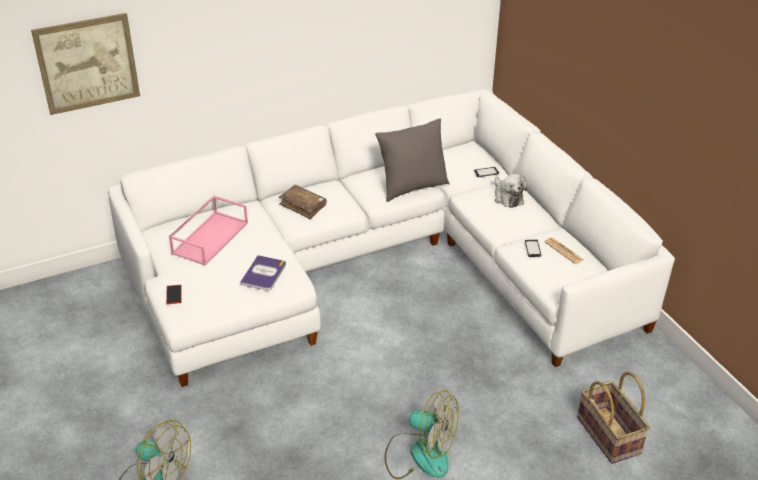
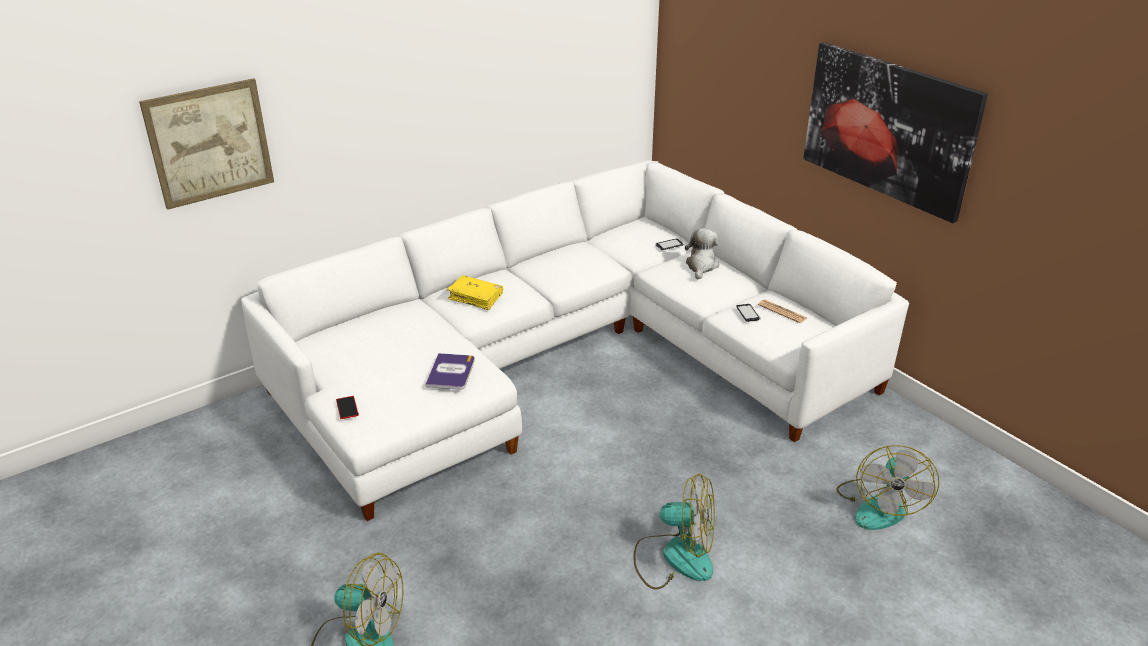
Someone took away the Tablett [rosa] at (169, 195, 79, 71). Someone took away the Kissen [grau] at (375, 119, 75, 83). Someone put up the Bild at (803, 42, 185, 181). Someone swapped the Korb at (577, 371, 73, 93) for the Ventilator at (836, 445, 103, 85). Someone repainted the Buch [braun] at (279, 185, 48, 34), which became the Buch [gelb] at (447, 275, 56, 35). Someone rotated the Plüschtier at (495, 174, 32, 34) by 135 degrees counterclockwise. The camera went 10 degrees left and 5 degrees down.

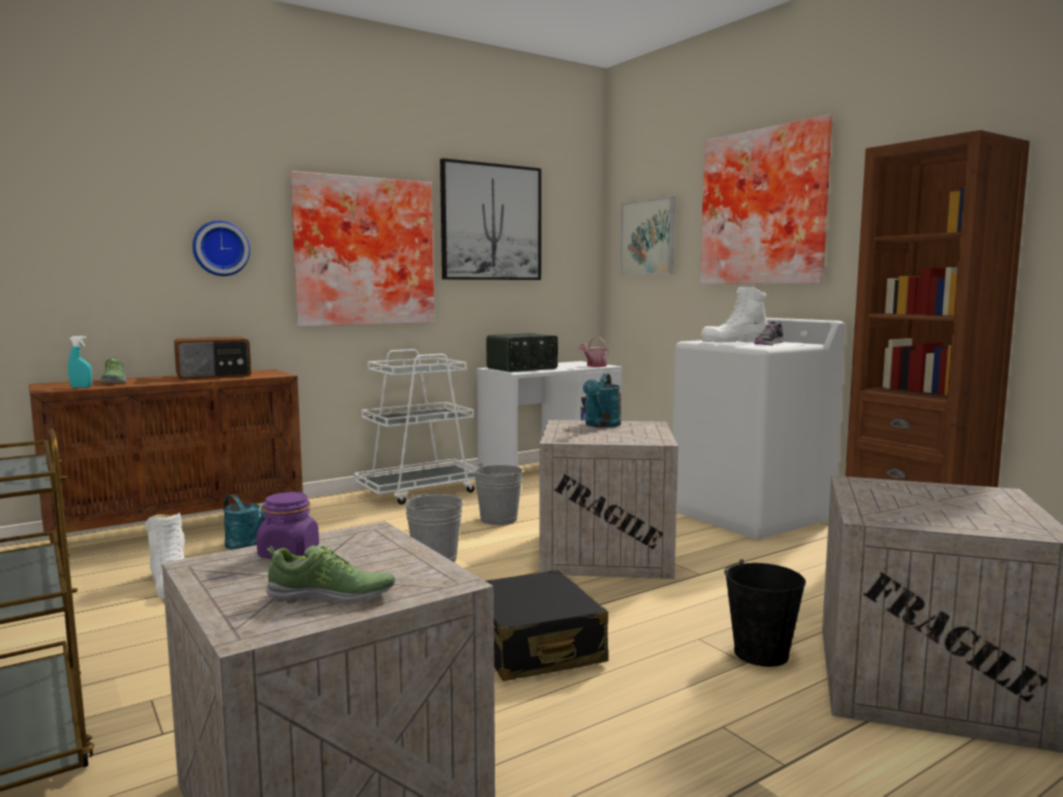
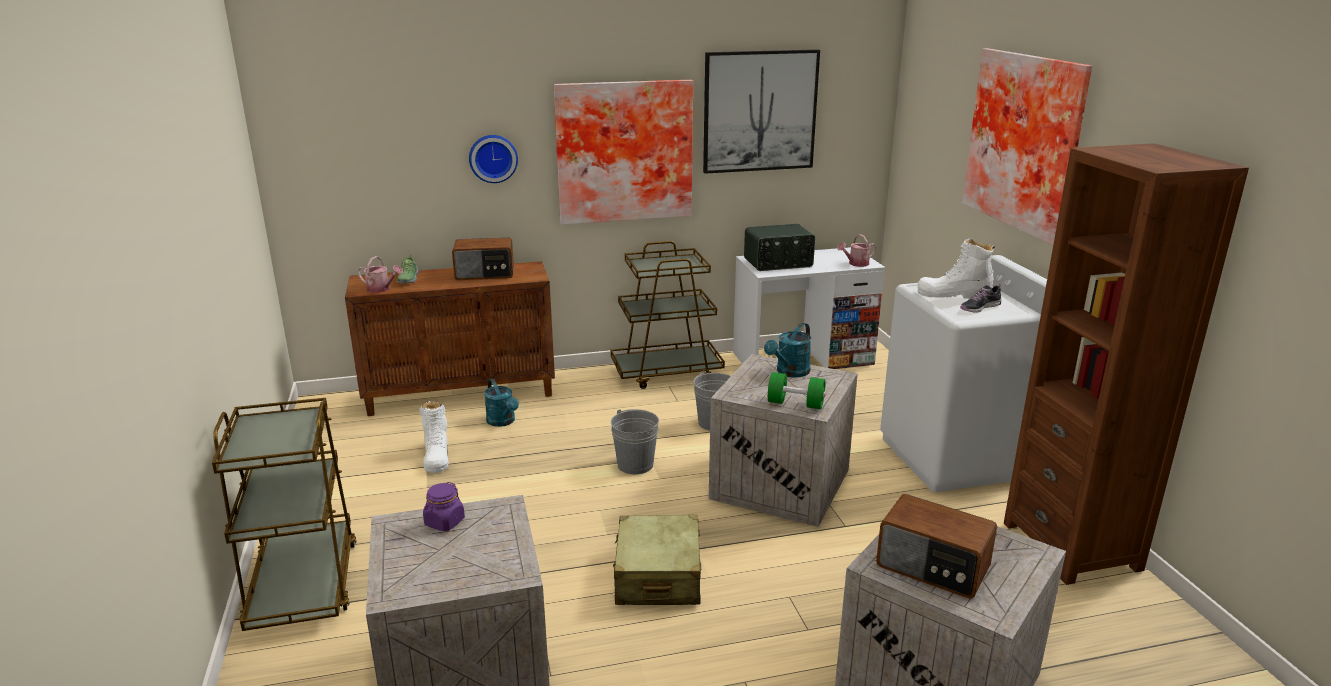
Someone took away the Schuh at (266, 545, 129, 60). Someone took away the Bild at (620, 196, 55, 79). Someone took away the Eimer [schwarz] at (725, 559, 81, 108). Someone put down the Hantel [grün] at (768, 372, 58, 37). Someone put down the Radio at (876, 494, 121, 105). Someone swapped the Sprühflasche [türkis] at (68, 336, 24, 52) for the Gießkanne at (357, 256, 46, 37). Someone repainted the Rollwagen [weiß] at (354, 349, 122, 156), which became the Rollwagen [braun] at (611, 241, 114, 148). Someone repainted the Koffer [schwarz] at (486, 570, 123, 111), which became the Koffer [beige] at (613, 515, 88, 90). The camera went 20 degrees right and 15 degrees up.

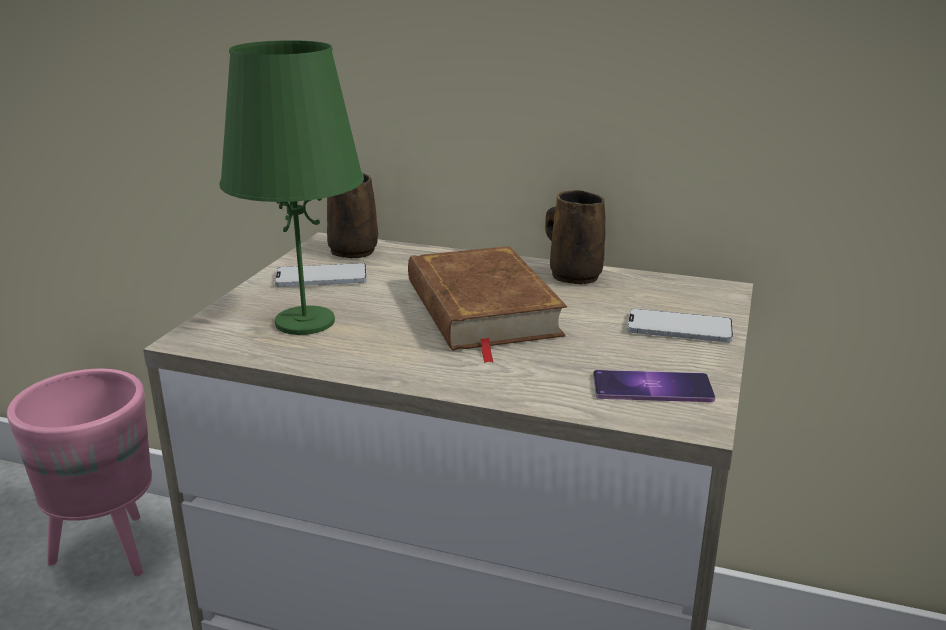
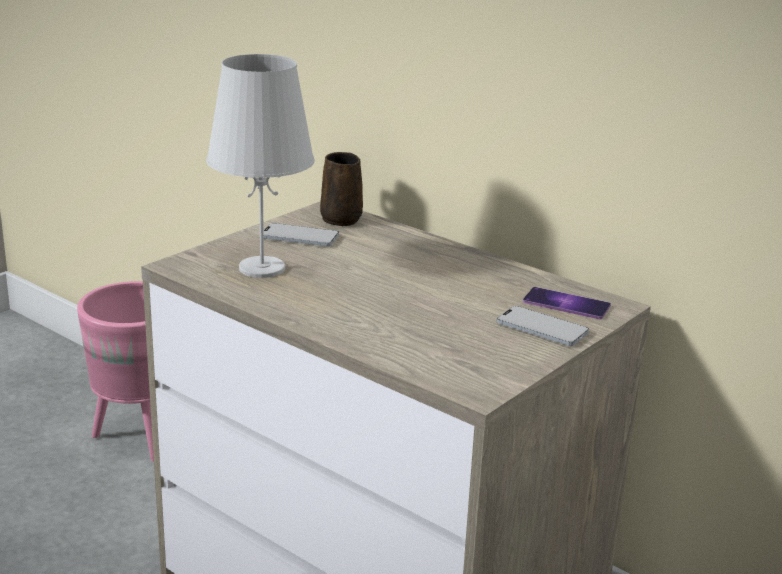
Someone took away the Buch [braun] at (408, 246, 159, 117). Someone took away the Henkelbecher [braun] at (545, 190, 61, 94). Someone carried the Handy from (593, 370, 122, 32) to (523, 287, 88, 32). Someone repainted the Tischlampe [grün] at (219, 40, 145, 295), which became the Tischlampe [weiß] at (206, 54, 109, 224). The camera went 20 degrees right and 0 degrees up.

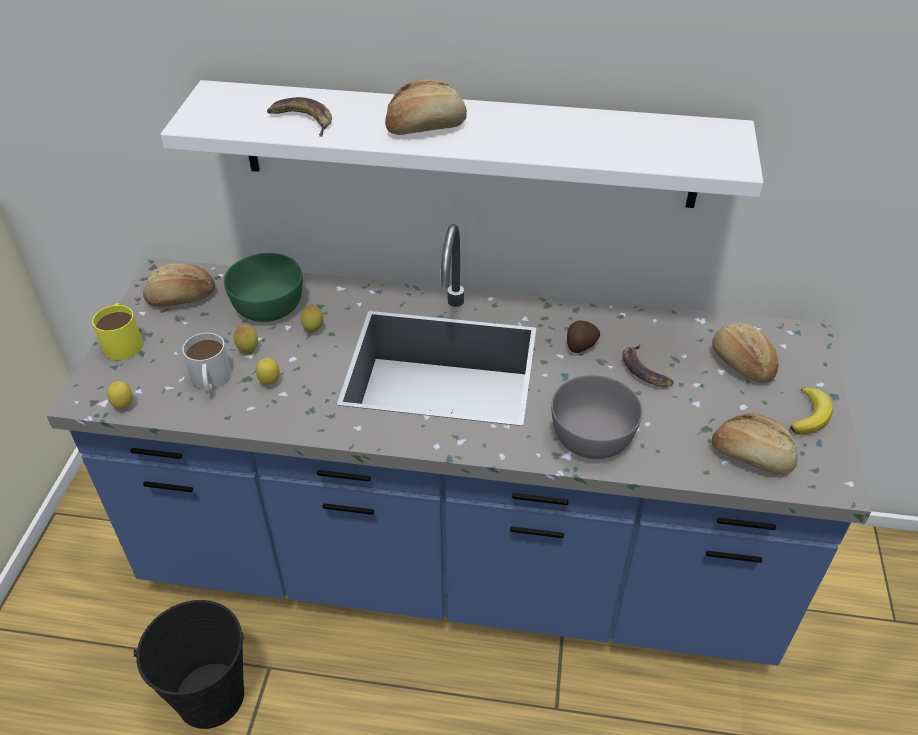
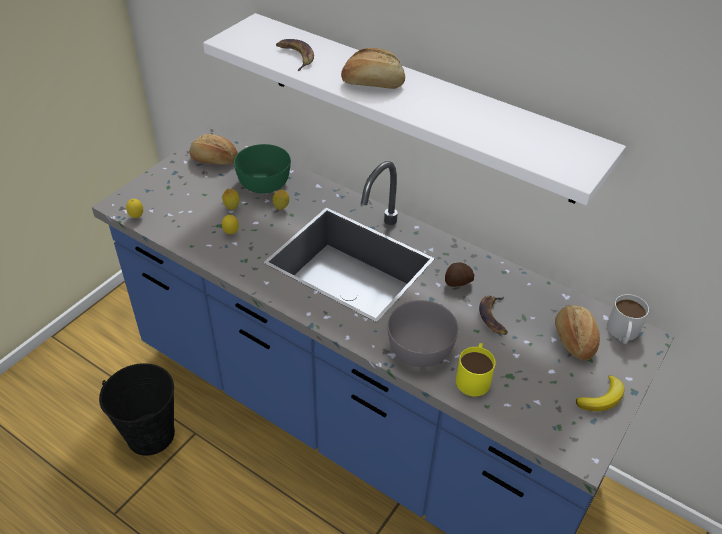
Someone took away the Brot at (712, 413, 86, 62). Someone carried the Henkelbecher [gelb] from (92, 303, 51, 57) to (456, 343, 39, 54). Someone carried the Henkelbecher [weiß] from (182, 333, 49, 60) to (607, 294, 42, 50). The camera went 25 degrees right and 0 degrees up.

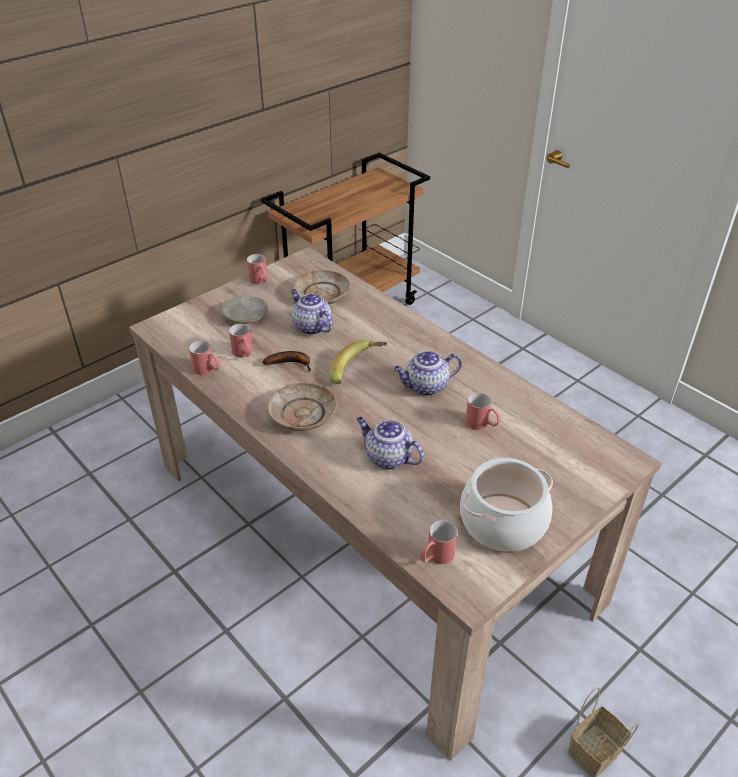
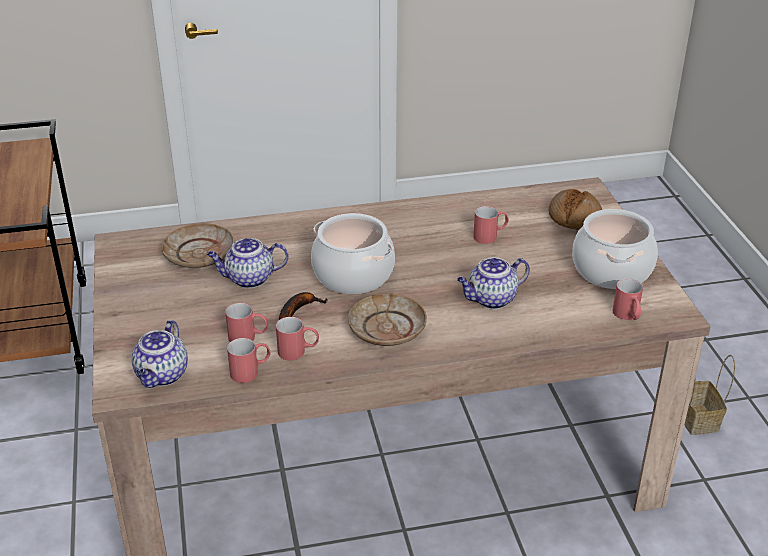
Someone took away the Teller [beige] at (222, 296, 46, 28). Someone put down the Brot at (548, 189, 54, 41). Someone carried the Henkelbecher [rot] from (247, 254, 21, 30) to (276, 317, 43, 43). Someone carried the Teekanne from (394, 350, 68, 46) to (132, 320, 56, 68). Someone swapped the Banane at (330, 339, 57, 45) for the Kochtopf at (311, 213, 84, 81). The camera went 60 degrees left and 5 degrees down.

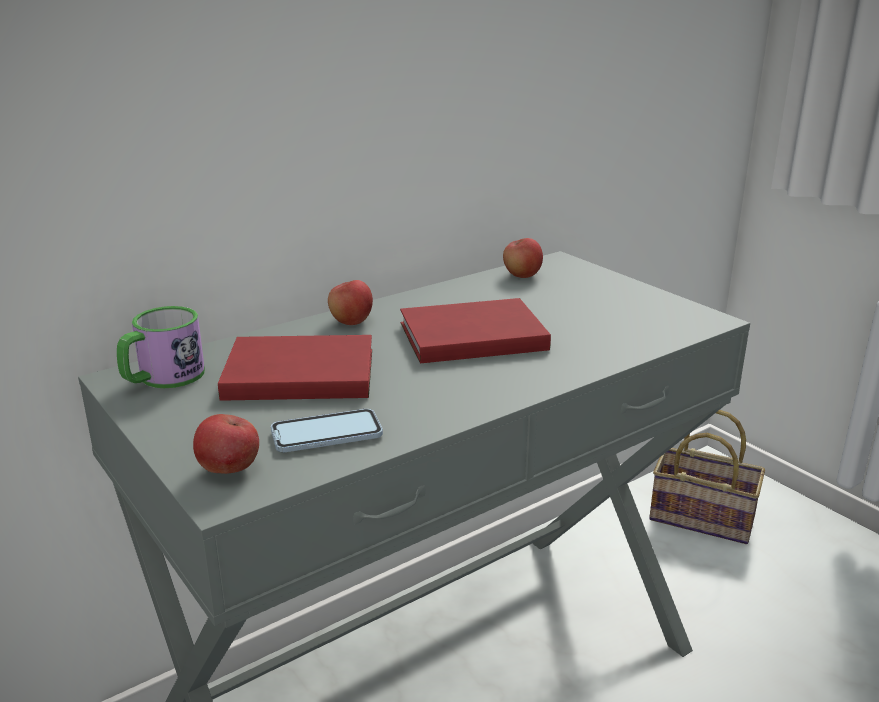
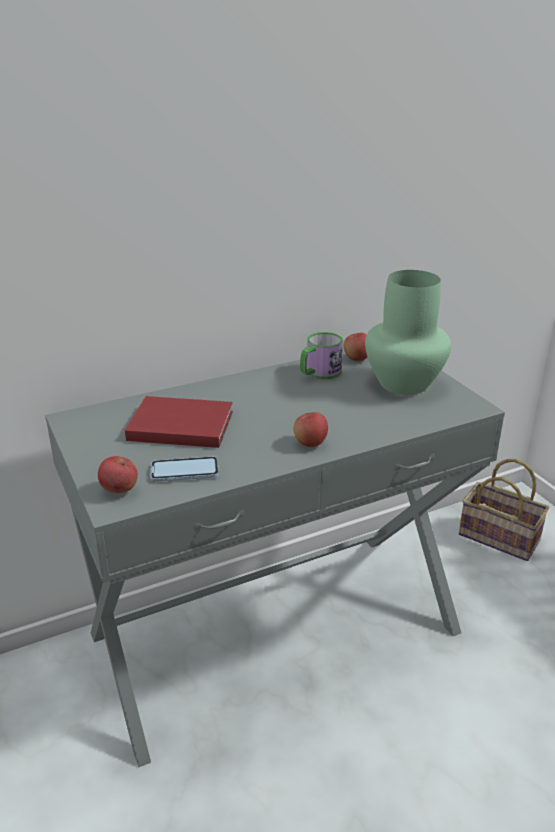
Someone took away the Buch [rot] at (400, 298, 151, 65). Someone put down the Vase [grün] at (365, 270, 86, 125). Someone carried the Henkelbecher from (117, 306, 88, 82) to (300, 332, 43, 47). Someone carried the Apfel from (328, 280, 45, 45) to (294, 412, 34, 35). The camera went 10 degrees right and 5 degrees up.

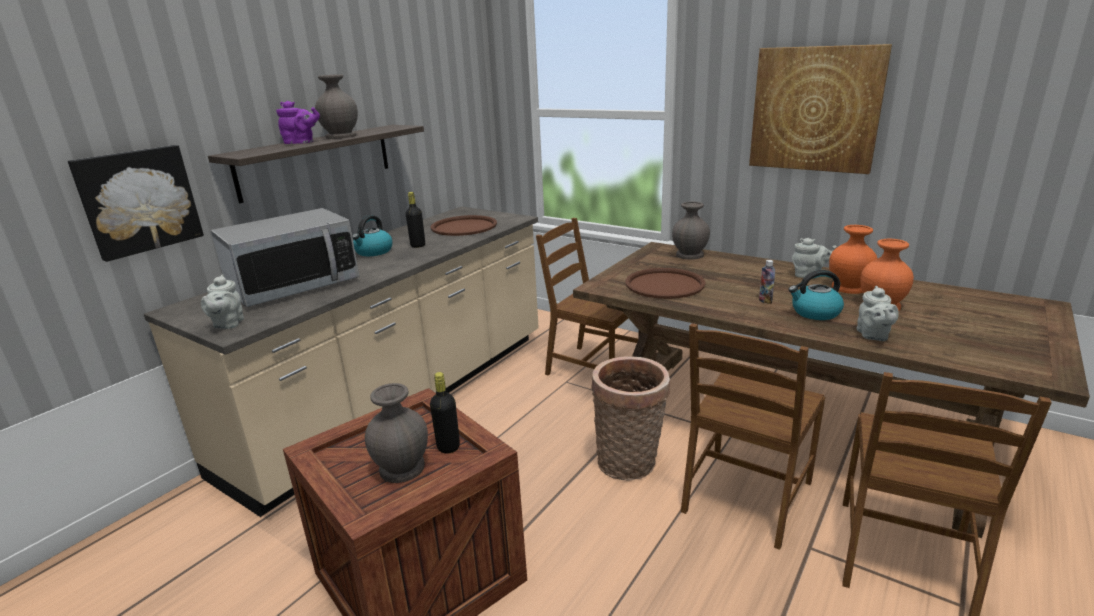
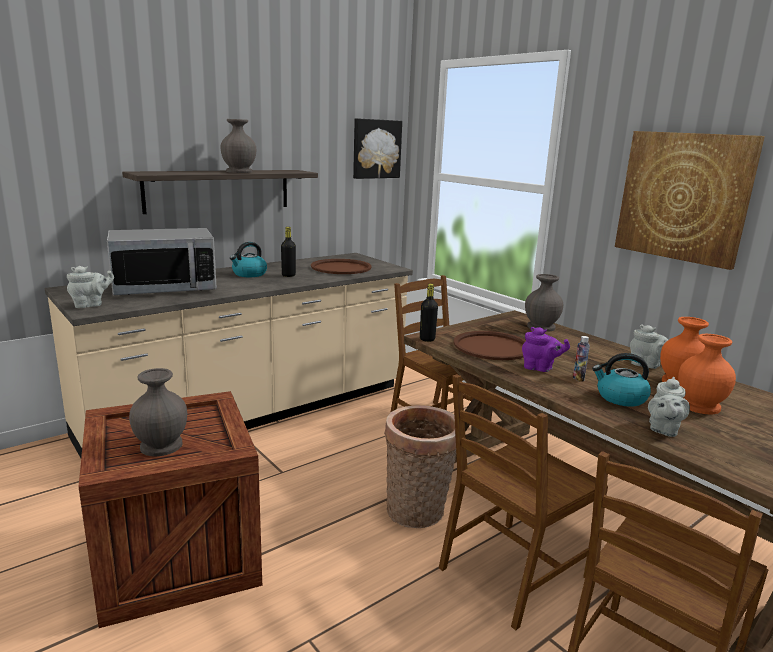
Someone carried the Bild from (68, 145, 136, 117) to (353, 118, 49, 61). Someone carried the Teekanne [lila] from (276, 101, 44, 43) to (522, 327, 48, 45). Someone carried the Flasche [schwarz] from (430, 372, 30, 82) to (420, 284, 18, 58). Someone rotated the Teekanne [grau] at (201, 274, 43, 55) by 135 degrees counterclockwise. The camera went 15 degrees right and 5 degrees down.

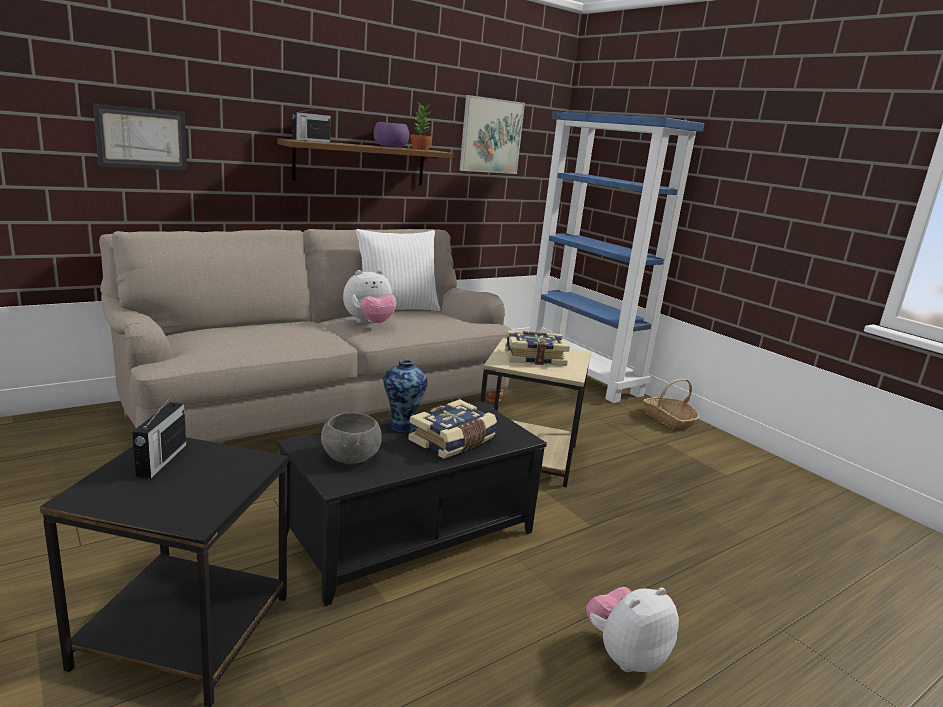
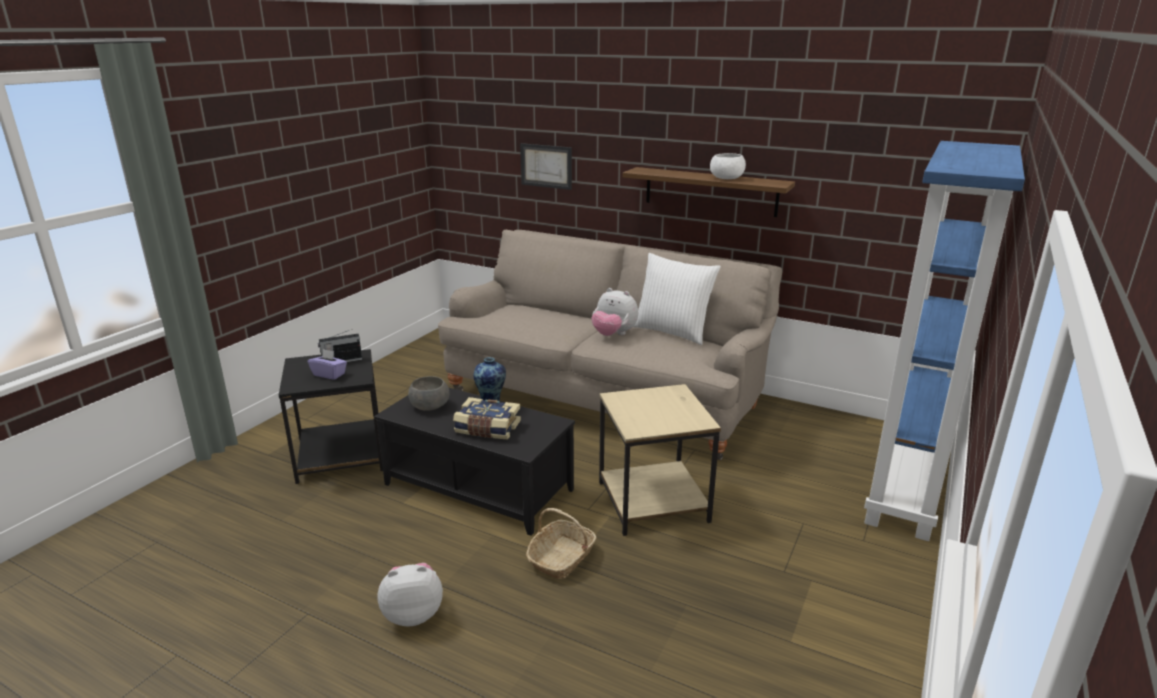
Someone took away the Radio at (292, 107, 39, 35). Someone took away the Topfpflanze at (410, 102, 22, 48). Someone took away the Bild at (460, 95, 65, 79). Someone took away the Buch at (505, 330, 65, 36). Someone put down the Taschentuchbox [lila] at (308, 349, 39, 31). Someone carried the Korb from (643, 379, 56, 50) to (526, 508, 70, 71). Someone repainted the Schüssel [lila] at (373, 122, 36, 26), which became the Schüssel [weiß] at (710, 153, 36, 26). Someone rotated the Plüschtier at (586, 587, 93, 85) by 45 degrees counterclockwise. The camera went 65 degrees right and 5 degrees up.

